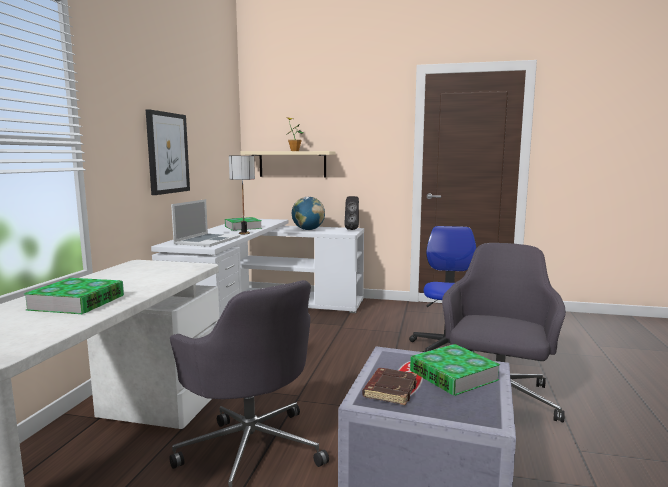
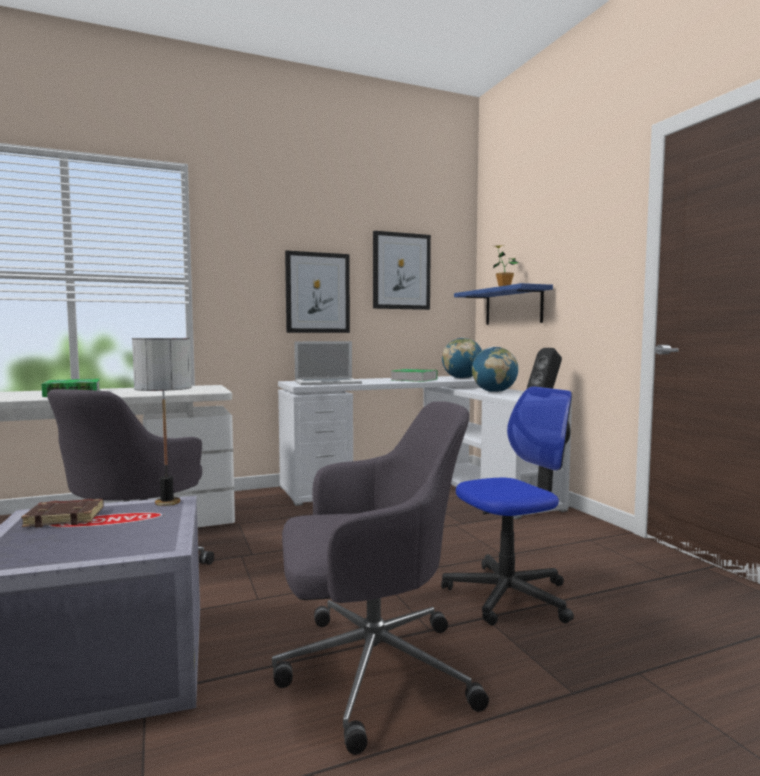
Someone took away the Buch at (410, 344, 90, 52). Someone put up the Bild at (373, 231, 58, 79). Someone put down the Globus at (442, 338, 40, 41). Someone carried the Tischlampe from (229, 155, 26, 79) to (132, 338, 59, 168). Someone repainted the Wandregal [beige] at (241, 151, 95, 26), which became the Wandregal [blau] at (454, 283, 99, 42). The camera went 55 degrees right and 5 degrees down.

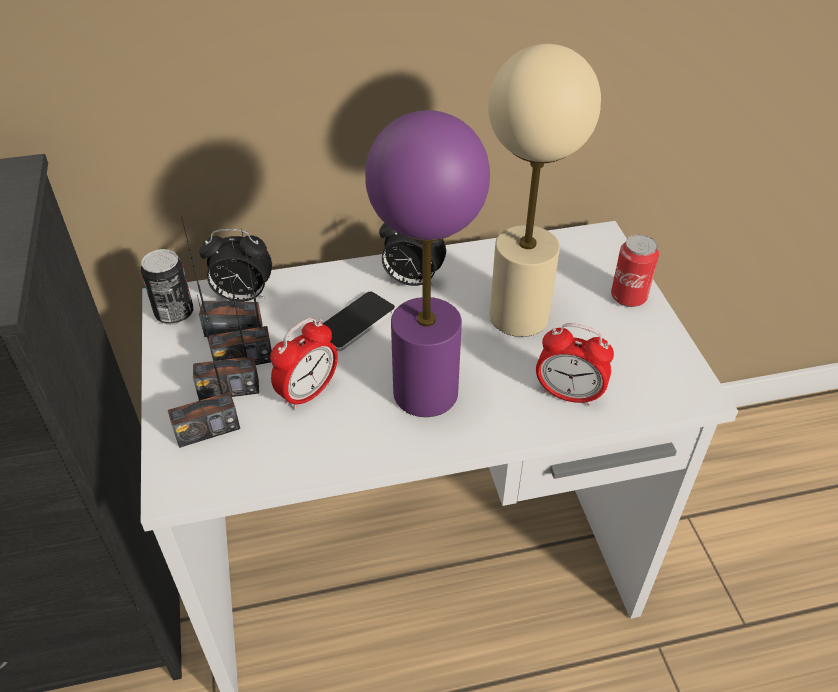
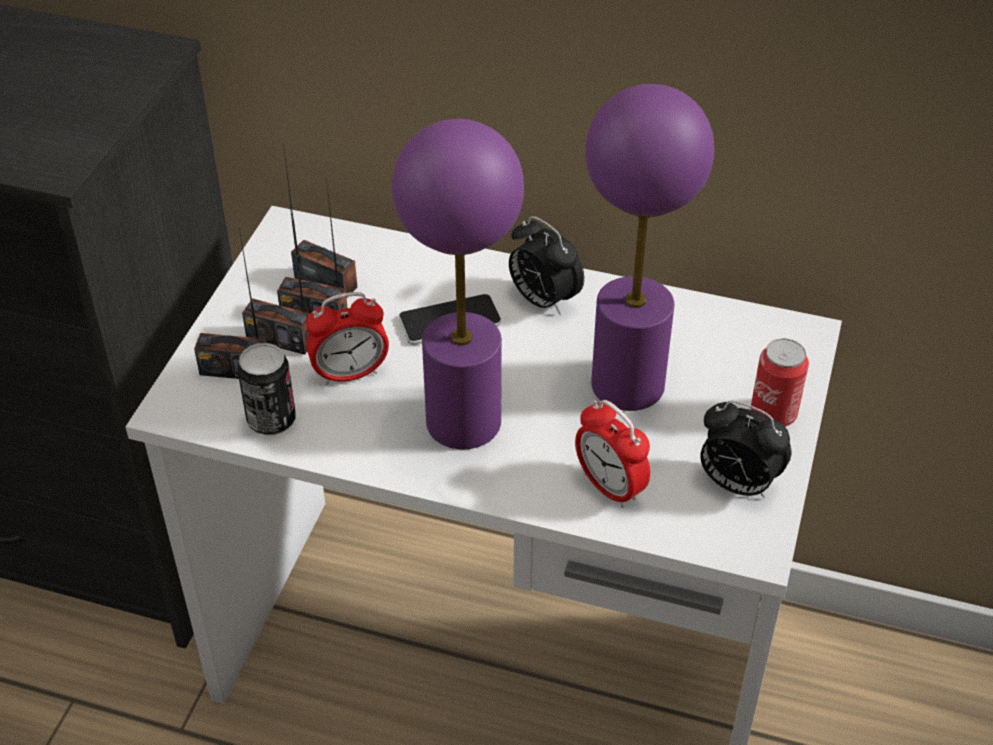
Someone carried the Dose from (141, 249, 52, 76) to (237, 343, 59, 93). Someone carried the Wecker from (199, 229, 73, 73) to (700, 401, 92, 98). Someone repainted the Tischlampe [beige] at (488, 44, 113, 293), which became the Tischlampe [lila] at (585, 84, 129, 327). The camera went 30 degrees right and 0 degrees up.

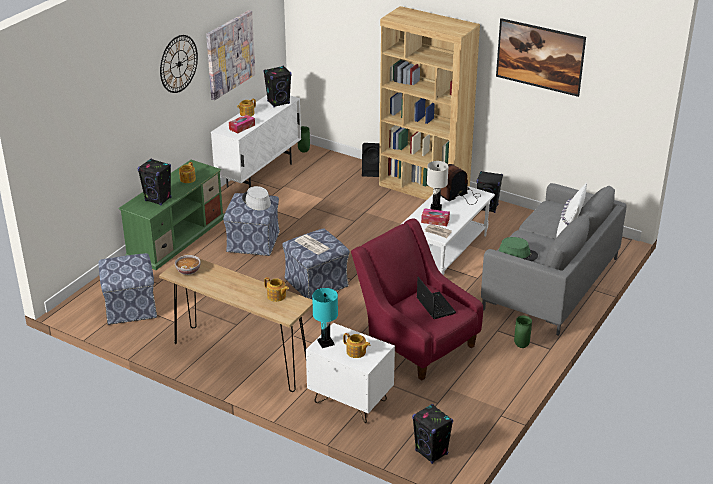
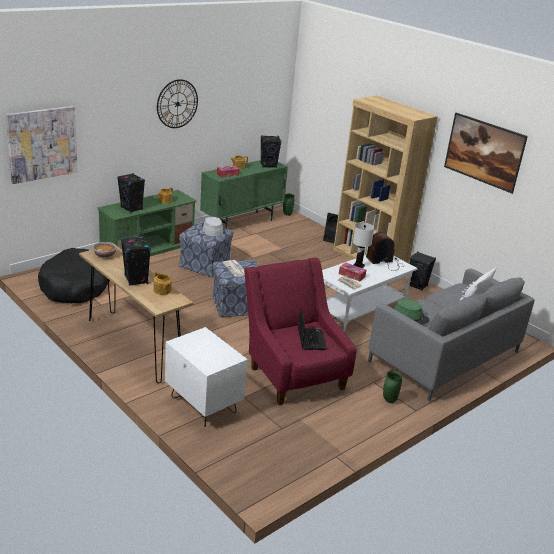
Someone took away the Tischlampe [türkis] at (312, 288, 26, 60). Someone took away the Teekanne at (343, 333, 27, 25). Someone carried the Bild from (206, 10, 50, 90) to (6, 106, 72, 78). Someone carried the Lautsprecher [schwarz] from (412, 404, 41, 60) to (121, 236, 30, 50). Someone swapped the Polsterhocker at (99, 253, 58, 72) for the Hundebett [schwarz] at (38, 248, 72, 55). Someone repainted the Schrank [weiß] at (211, 95, 90, 93), which became the Schrank [grün] at (200, 160, 88, 68). The camera went 15 degrees right and 5 degrees down.

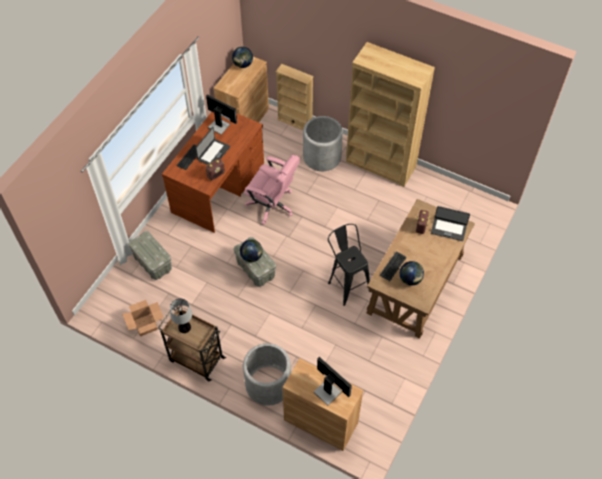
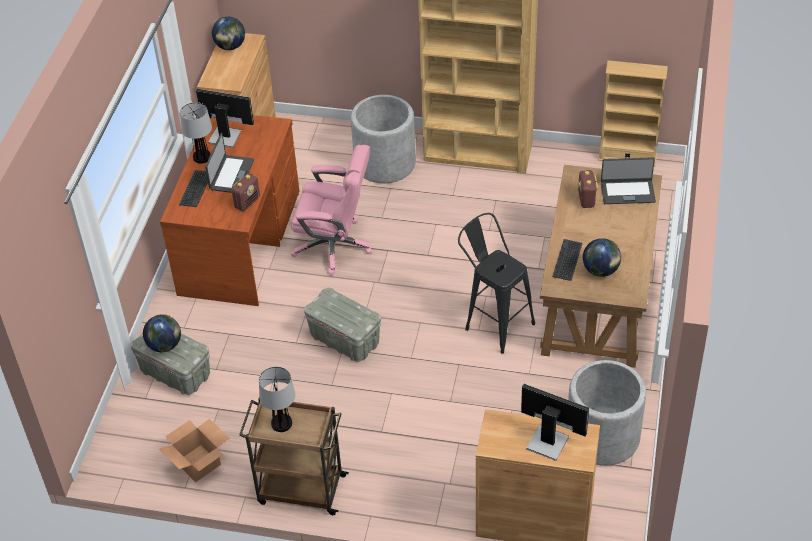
Someone put down the Tischlampe at (180, 102, 32, 62). Someone carried the Globus from (240, 239, 23, 23) to (143, 314, 38, 38). Someone carried the Pflanzkübel [grau] from (243, 343, 48, 63) to (568, 360, 78, 106). Someone carried the Bücherregal [beige] from (276, 64, 38, 66) to (598, 60, 70, 107). The camera went 15 degrees left and 10 degrees down.

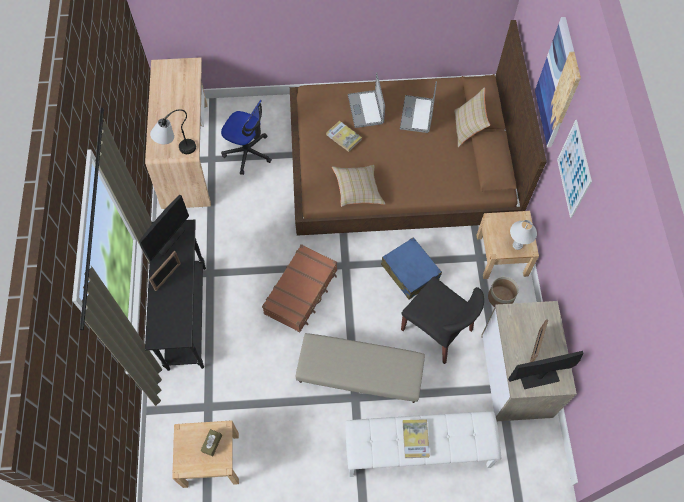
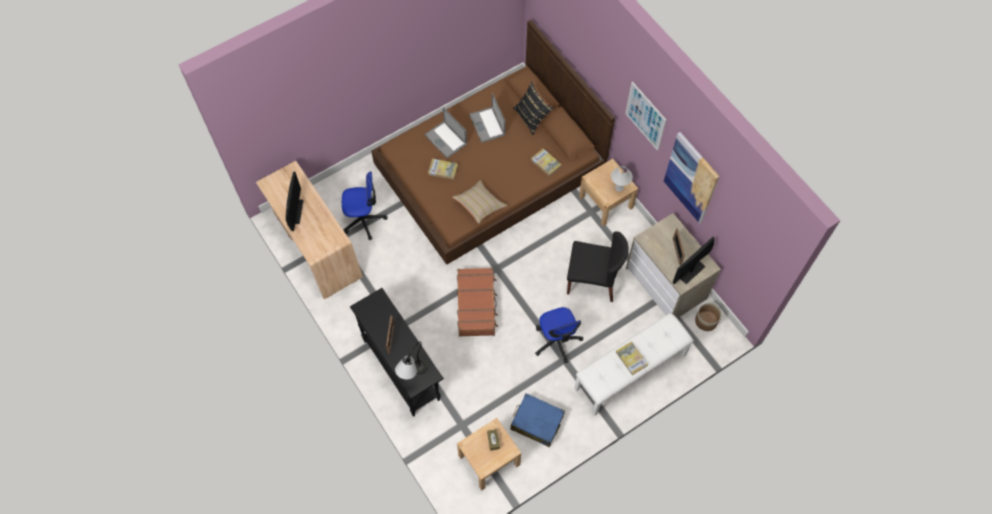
Someone put down the Buch at (531, 148, 31, 28). Someone carried the Monitor from (139, 195, 50, 66) to (286, 172, 17, 59). Someone carried the Tischlampe from (150, 109, 46, 45) to (395, 342, 33, 38). Someone carried the Koffer [blau] from (381, 237, 61, 63) to (510, 393, 55, 54). Someone carried the Pflanzkübel from (488, 276, 31, 31) to (695, 303, 27, 28). Someone carried the Bild from (535, 17, 46, 130) to (664, 132, 55, 91). Someone swapped the Polsterhocker [beige] at (296, 333, 129, 70) for the Bürostuhl at (535, 307, 48, 56). Someone repainted the Kissen [beige] at (454, 87, 36, 60), which became the Kissen [schwarz] at (513, 81, 41, 55). The camera went 30 degrees left and 0 degrees up.

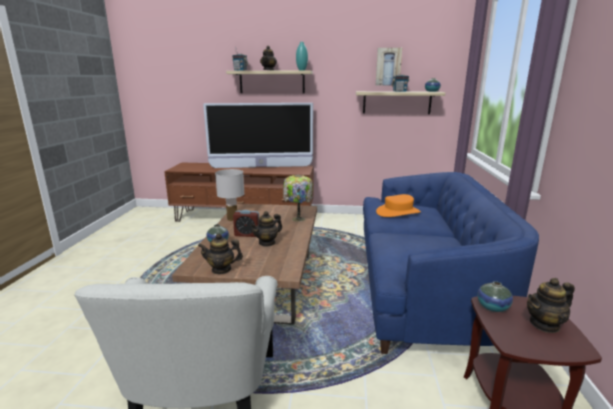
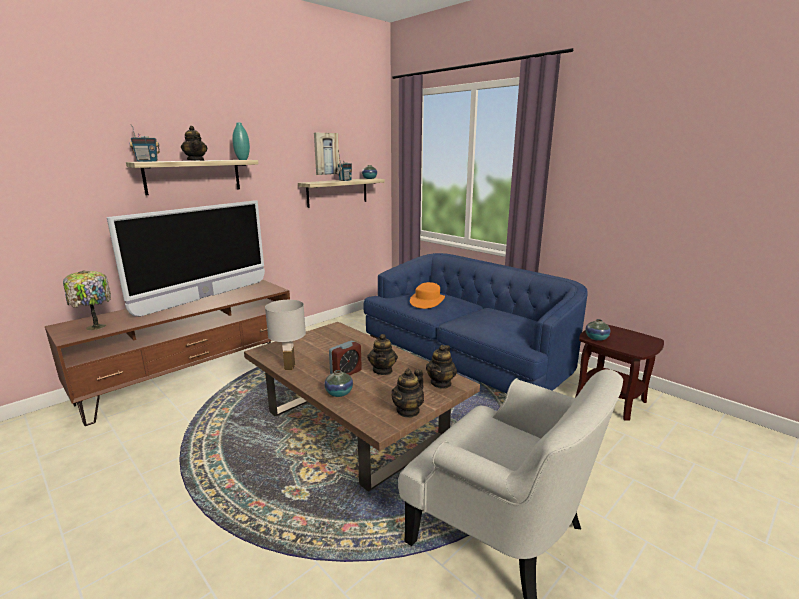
Someone carried the Tischlampe from (283, 175, 30, 47) to (63, 270, 48, 60). Someone carried the Teekanne from (527, 278, 48, 55) to (426, 345, 31, 44). The camera went 50 degrees left and 0 degrees up.

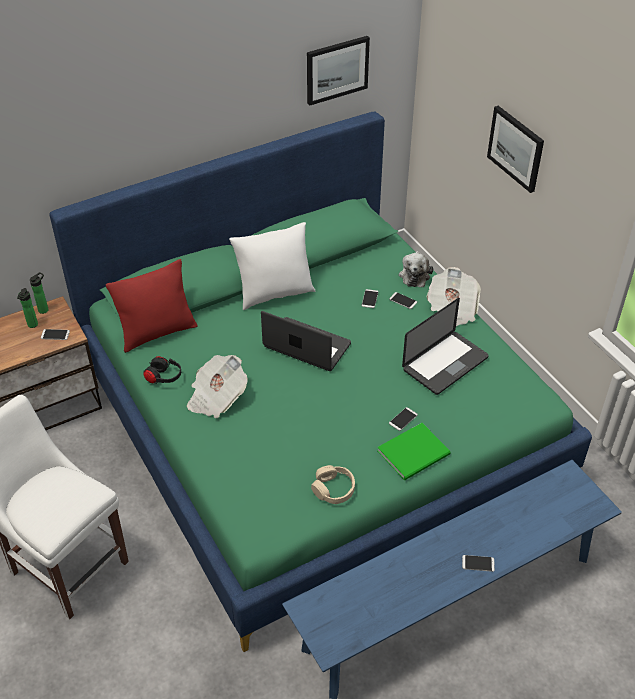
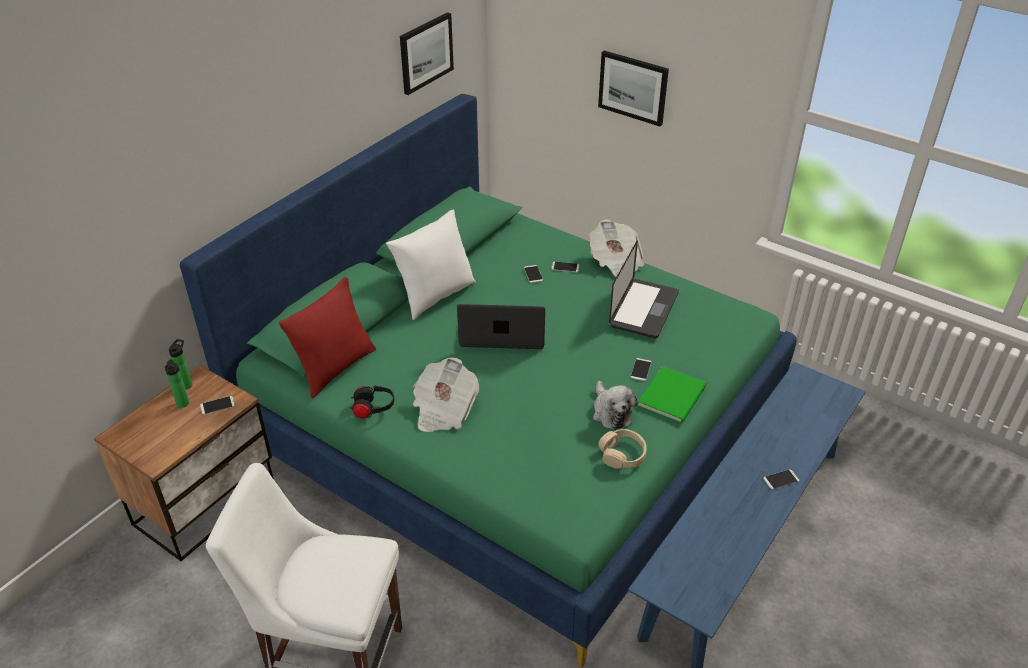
Someone carried the Plüschtier from (399, 251, 34, 36) to (593, 381, 44, 49). The camera went 25 degrees left and 5 degrees down.

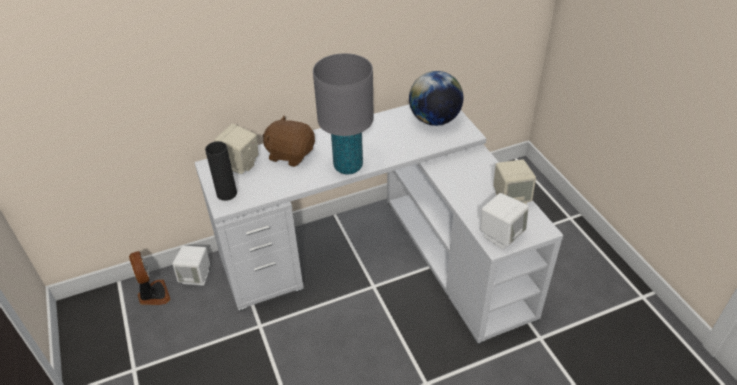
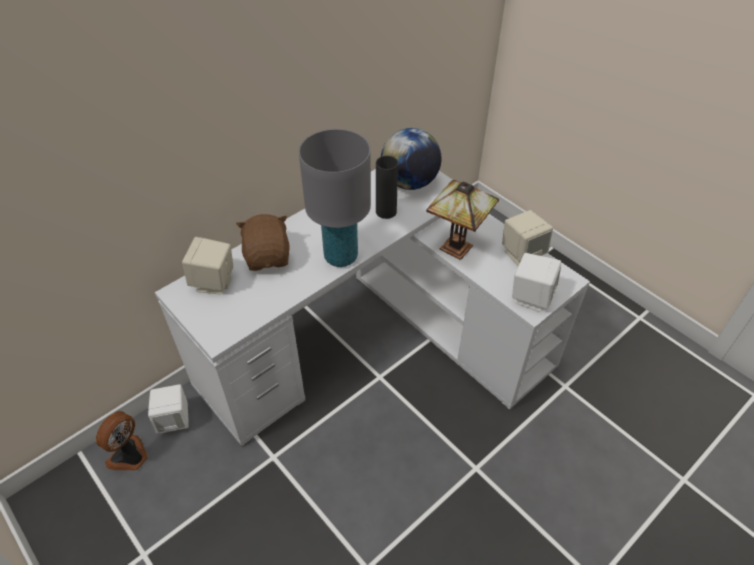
Someone put down the Tischlampe at (426, 180, 73, 80). Someone carried the Vase [schwarz] from (205, 141, 32, 60) to (376, 156, 22, 63). Someone rotated the Ventilator at (129, 251, 42, 54) by 105 degrees counterclockwise. Someone rotated the Plüschtier [braun] at (263, 116, 52, 51) by 75 degrees clockwise. The camera went 20 degrees left and 5 degrees up.

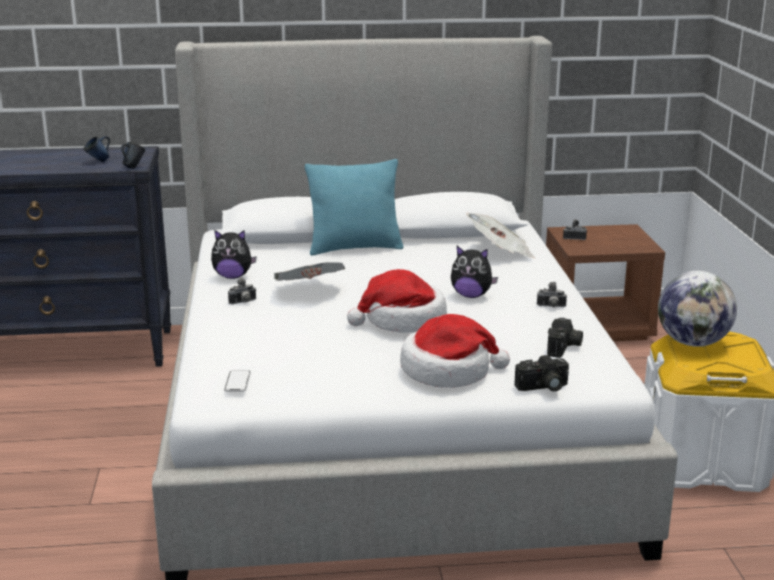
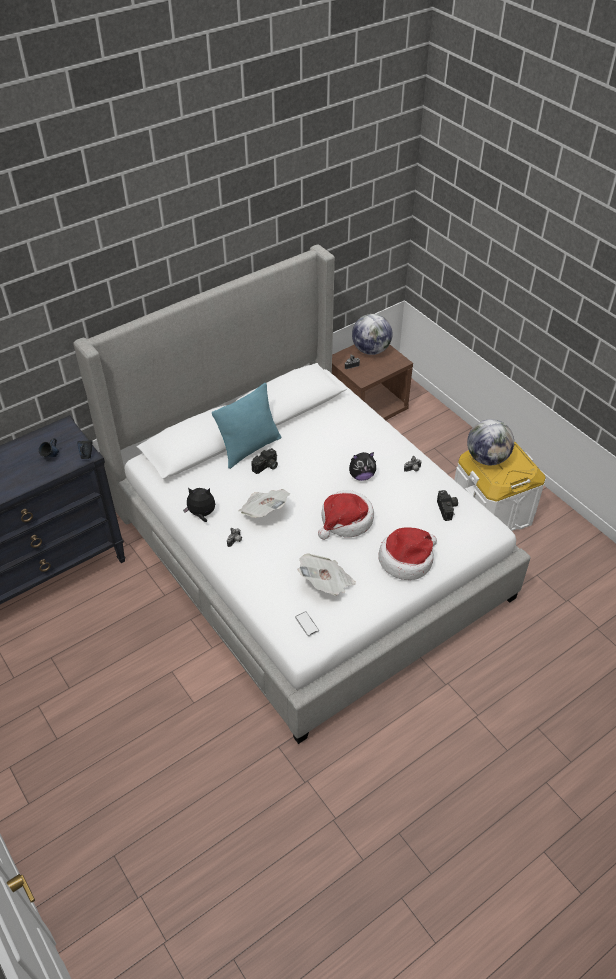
Someone put down the Globus at (352, 314, 41, 41). Someone carried the Zeitung from (466, 213, 69, 45) to (297, 553, 59, 43). Someone carried the Kamera from (515, 355, 54, 37) to (251, 448, 27, 26). Someone rotated the Plüschtier at (211, 230, 46, 49) by 150 degrees counterclockwise. The camera went 30 degrees left and 25 degrees up.

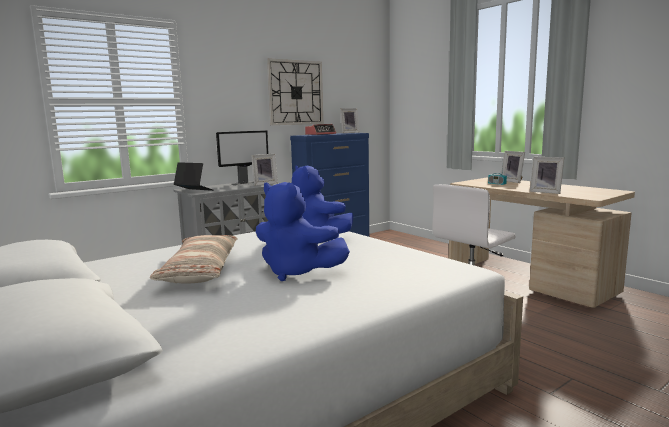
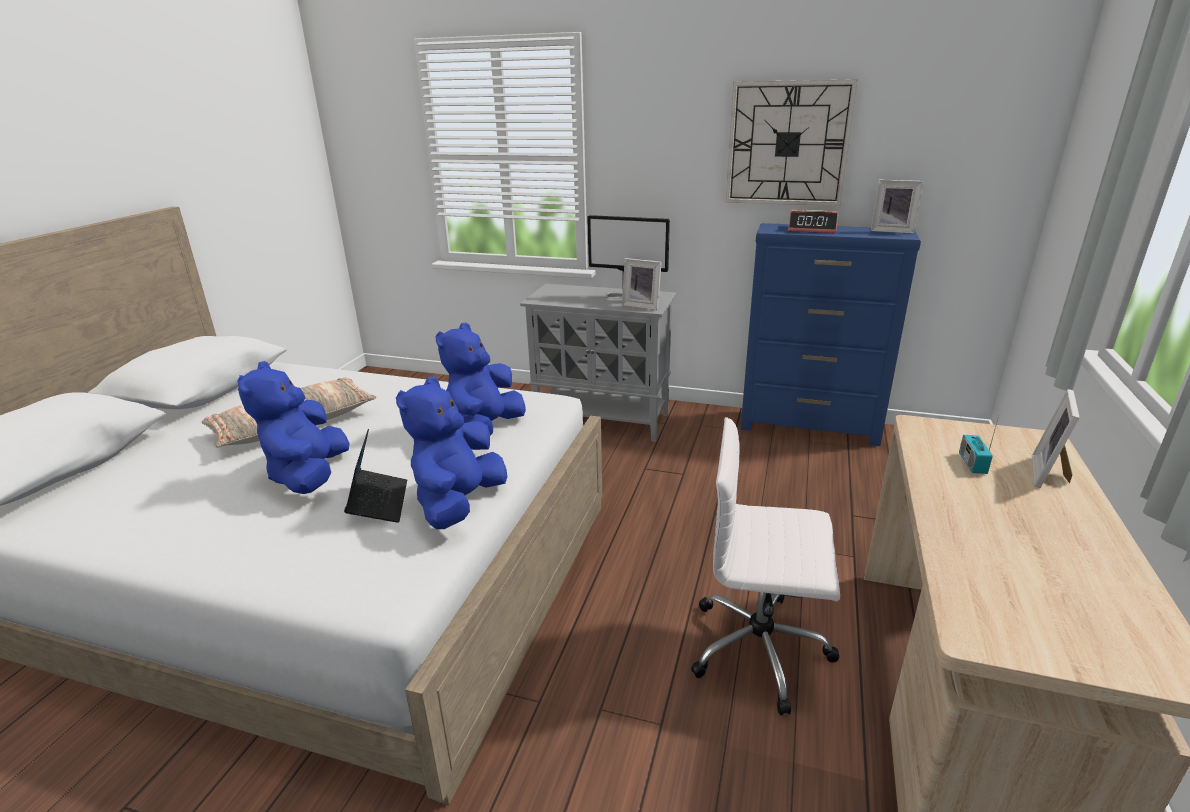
Someone took away the Bilderrahmen at (530, 157, 34, 37). Someone put down the Plüschtier [blau] at (396, 376, 111, 153). Someone carried the Laptop from (174, 162, 40, 29) to (344, 429, 63, 94). The camera went 55 degrees right and 15 degrees up.

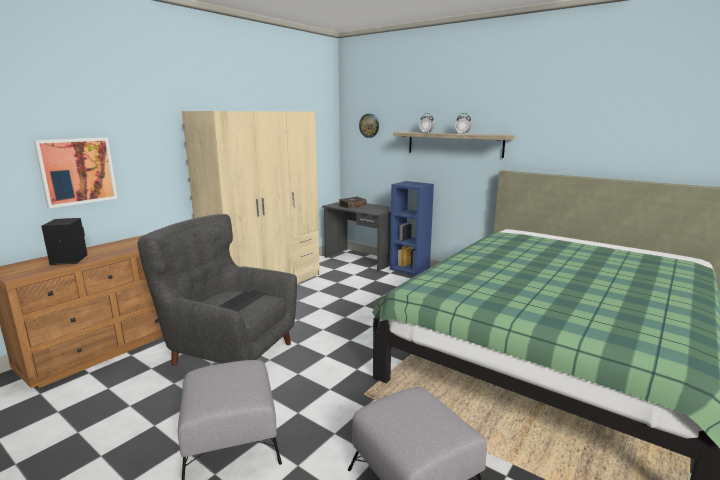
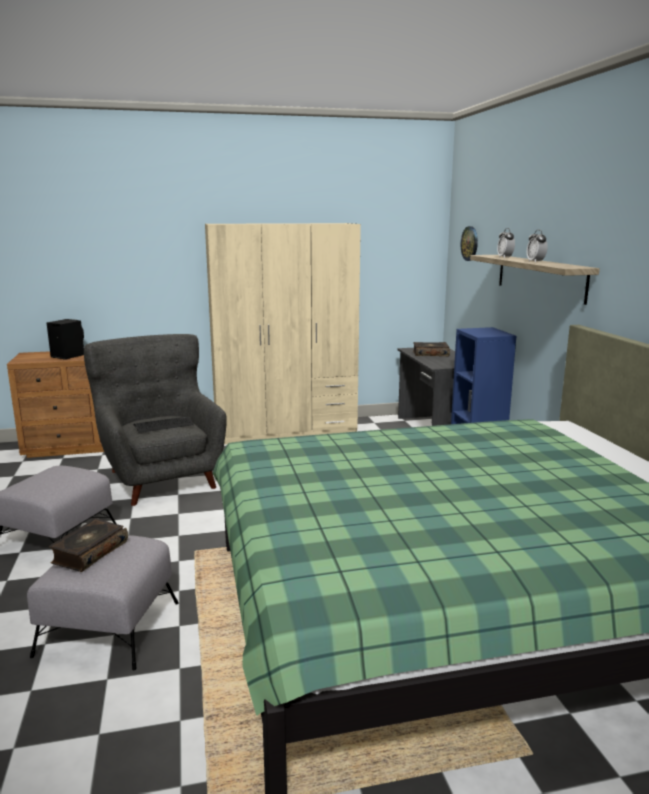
Someone took away the Bild at (34, 137, 84, 71). Someone put down the Buch at (49, 518, 79, 54). The camera went 40 degrees right and 0 degrees up.

